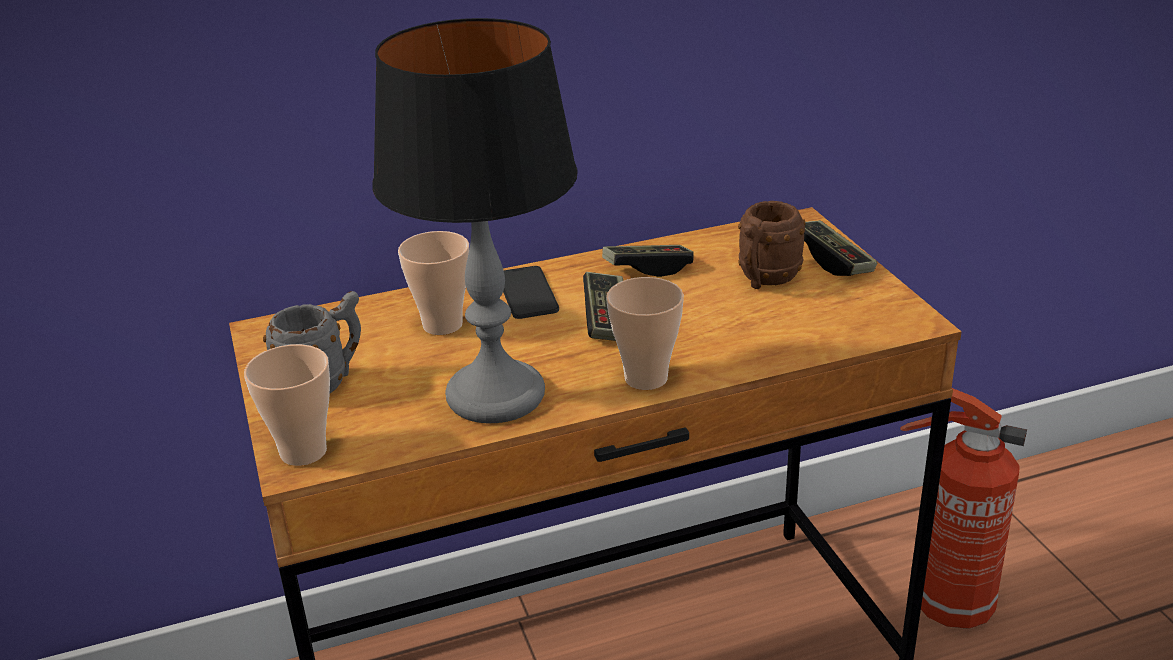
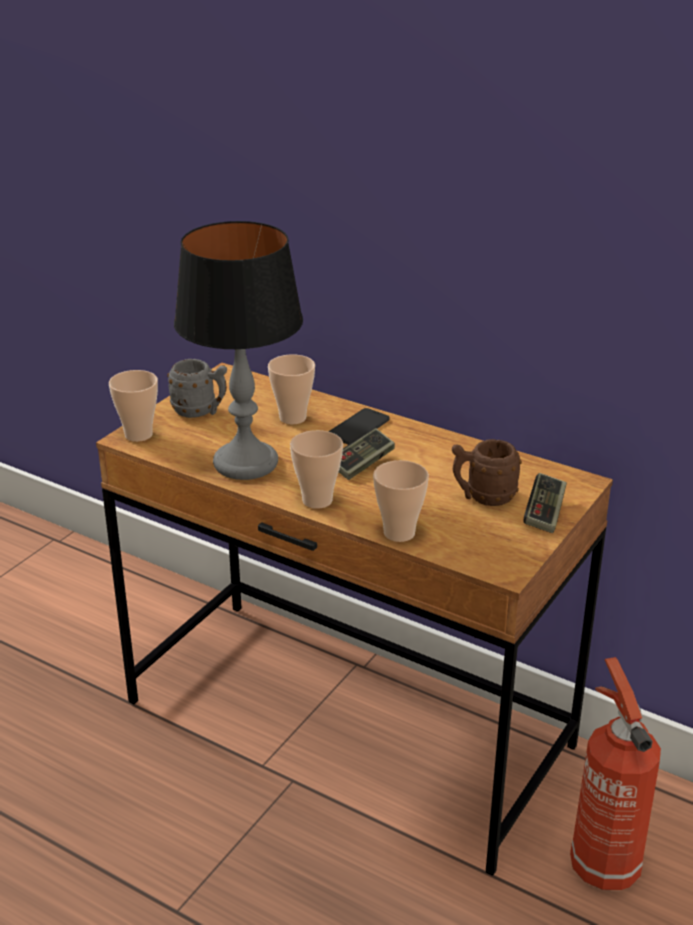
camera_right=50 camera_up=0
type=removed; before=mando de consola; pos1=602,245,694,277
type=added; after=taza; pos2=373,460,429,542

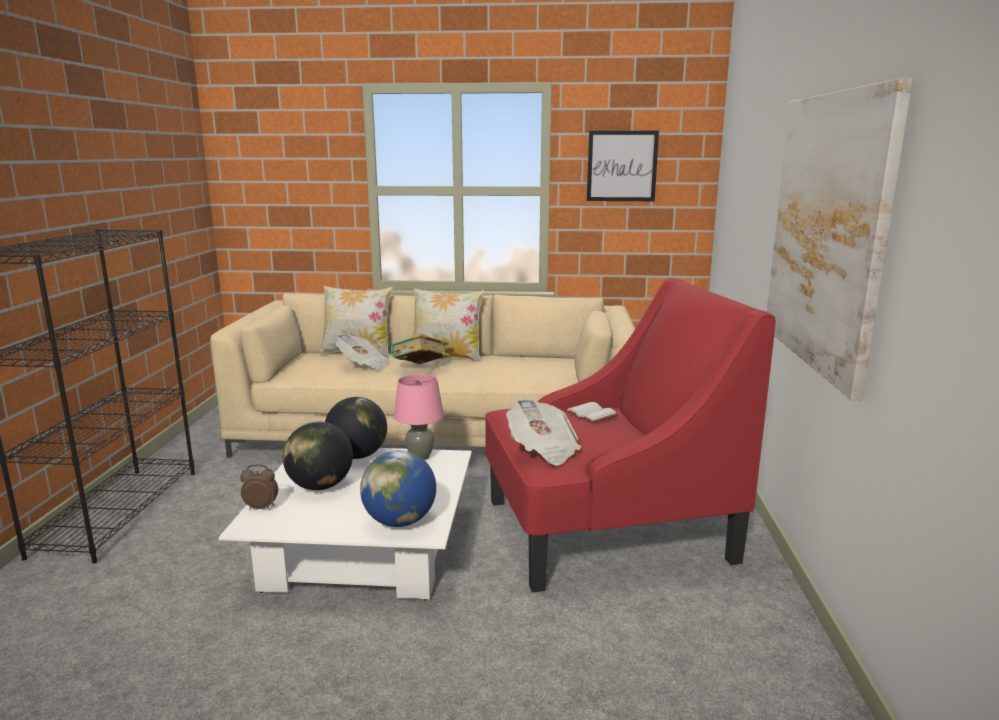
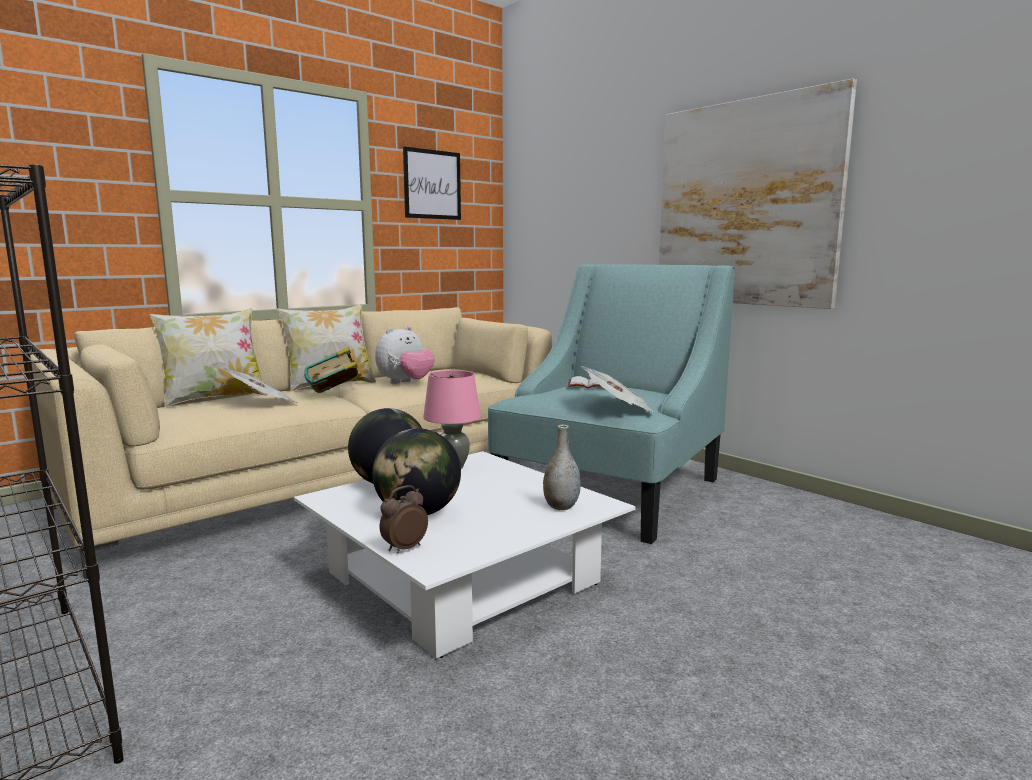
camera_right=-45 camera_up=-5
type=replaced; before=globo terráqueo; after=florero/gris; pos1=360,450,436,527; pos2=543,425,581,510
type=recoloured; before=sillón/rojo; after=sillón/turquesa; pos1=485,278,775,593; pos2=488,264,735,544
type=added; after=peluche; pos2=375,326,435,384

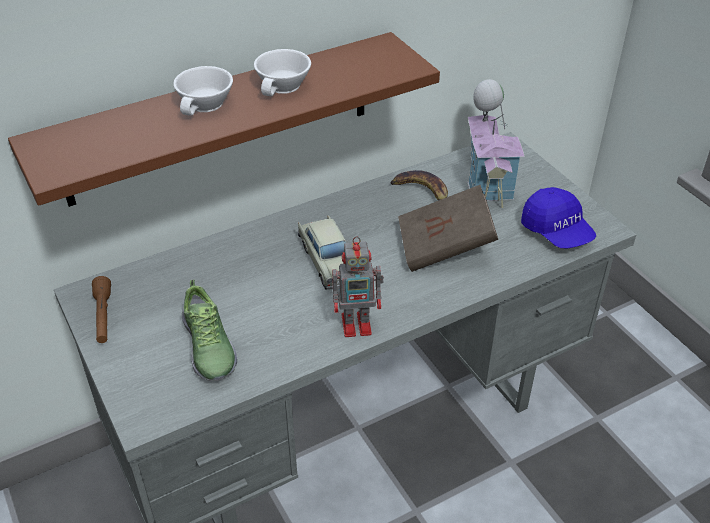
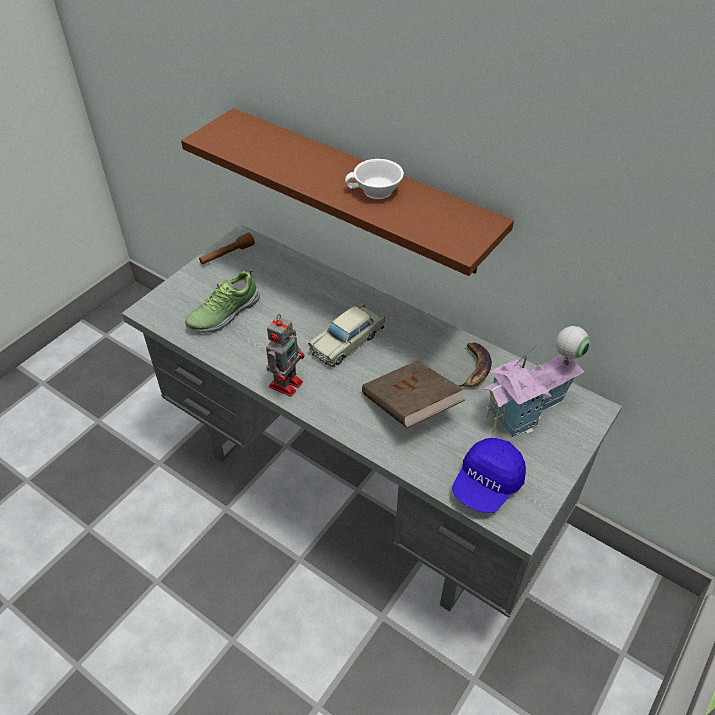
camera_right=65 camera_up=5
type=removed; before=taza/blanco; pos1=173,66,233,116
type=turned; before=robot de juguete; pos1=332,236,384,337; pos2=266,314,305,397; turn=-120

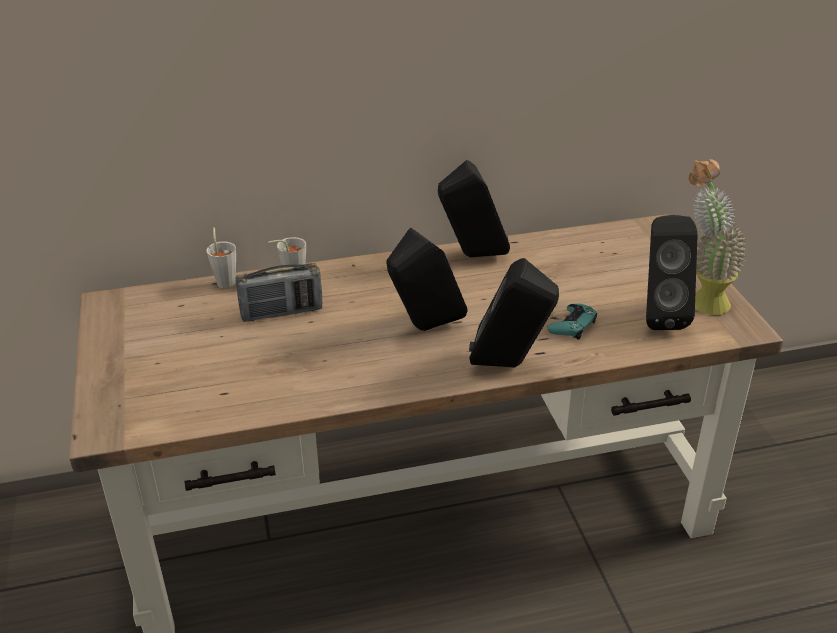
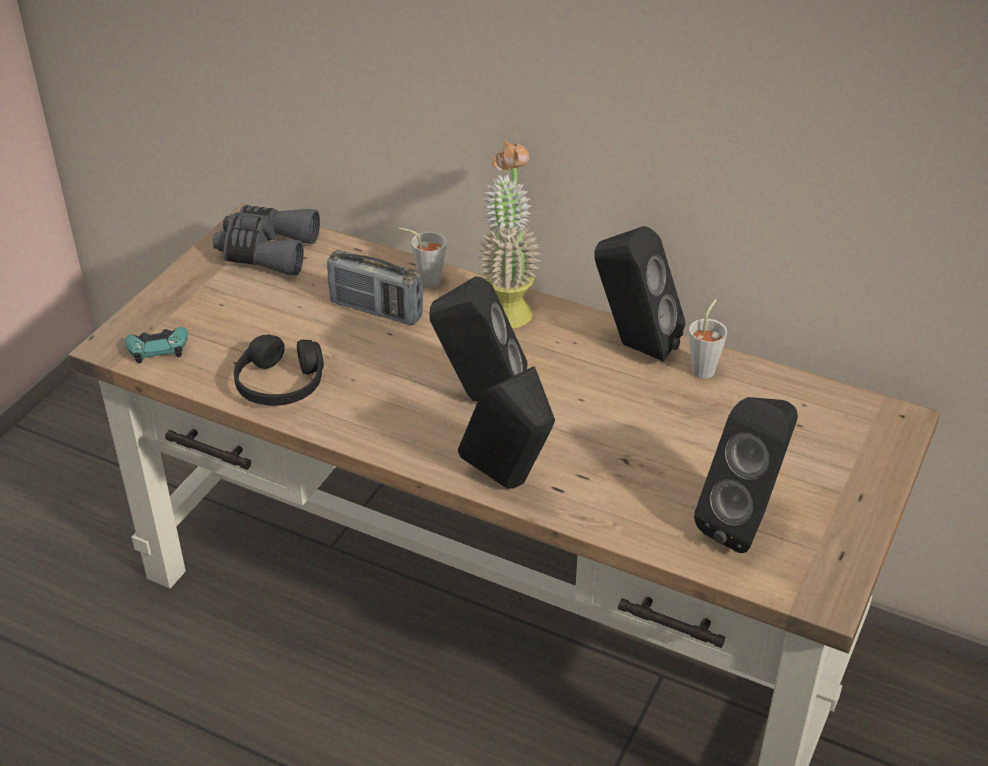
camera_right=40 camera_up=5
type=moved; before=taza/gris; pos1=206,227,236,289; pos2=689,299,727,379
type=moved; before=mando de consola/turquesa; pos1=547,303,597,340; pos2=125,327,188,364
type=moved; before=planta en maceta; pos1=689,159,747,315; pos2=477,140,541,328
type=added; after=prismáticos/gris; pos2=213,205,320,276
type=added; after=auriculares/negro; pos2=234,334,324,406

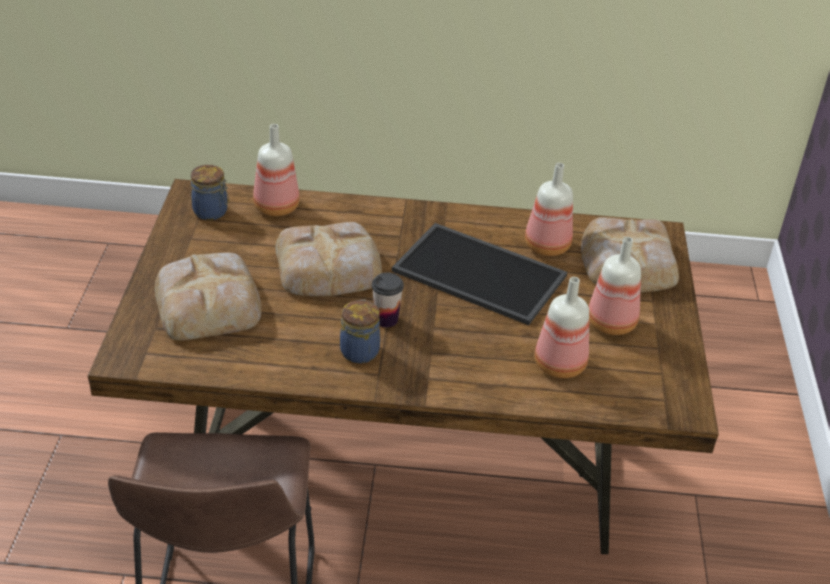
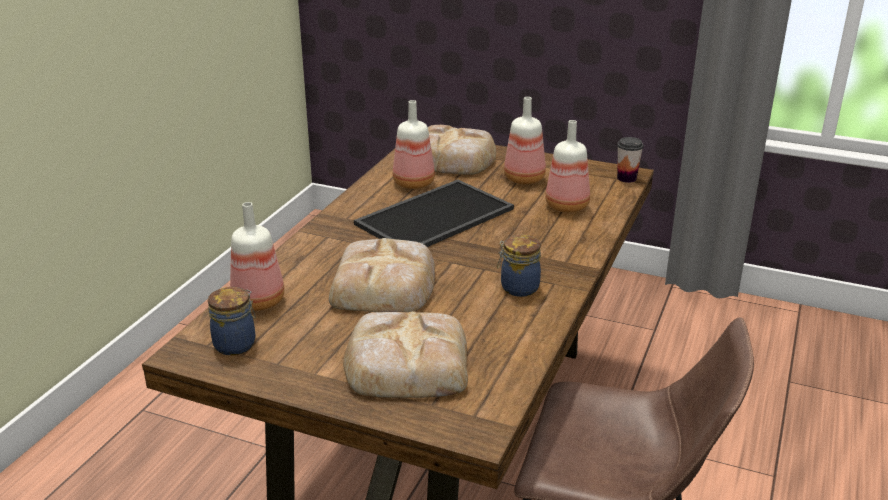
camera_right=-70 camera_up=-10
type=moved; before=taza; pos1=372,273,404,327; pos2=617,137,644,183

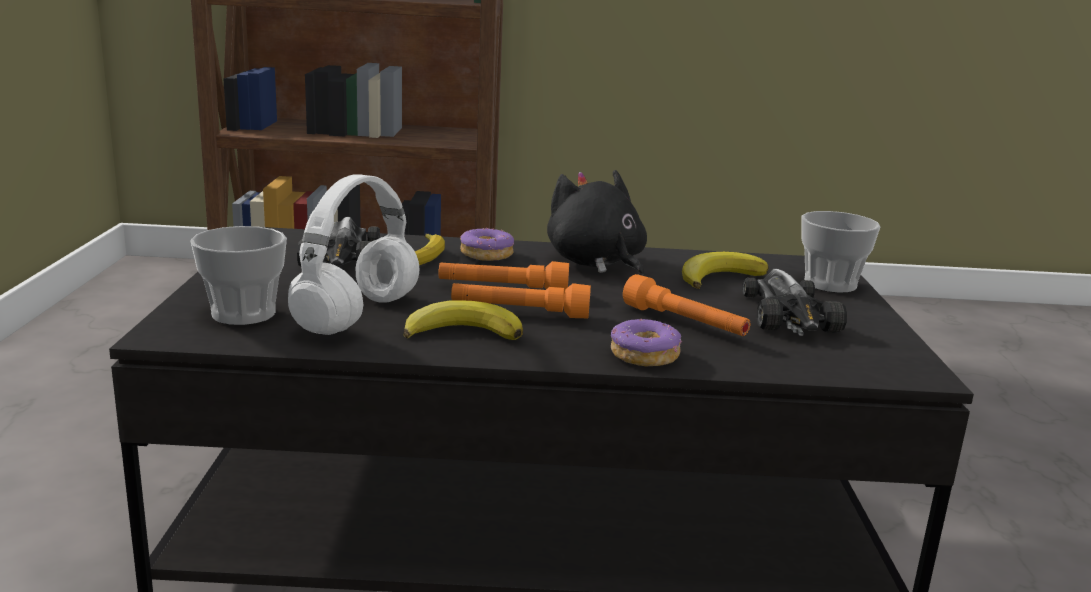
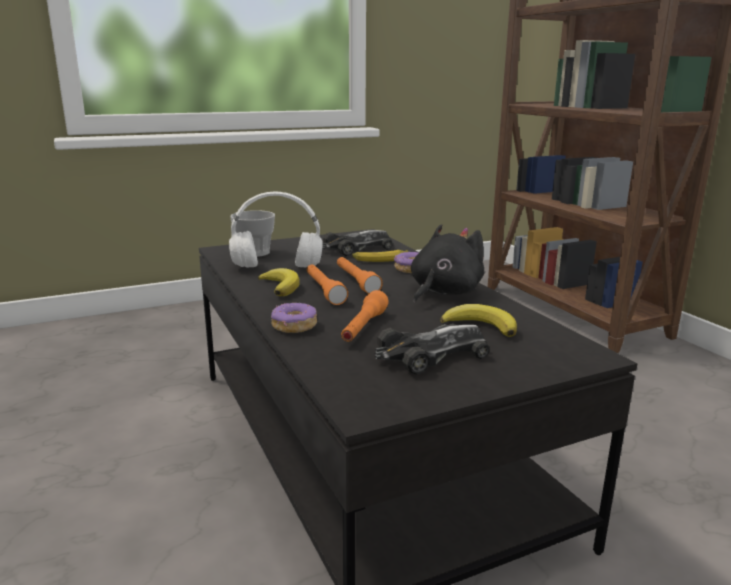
camera_right=65 camera_up=0
type=removed; before=taza; pos1=802,211,880,293

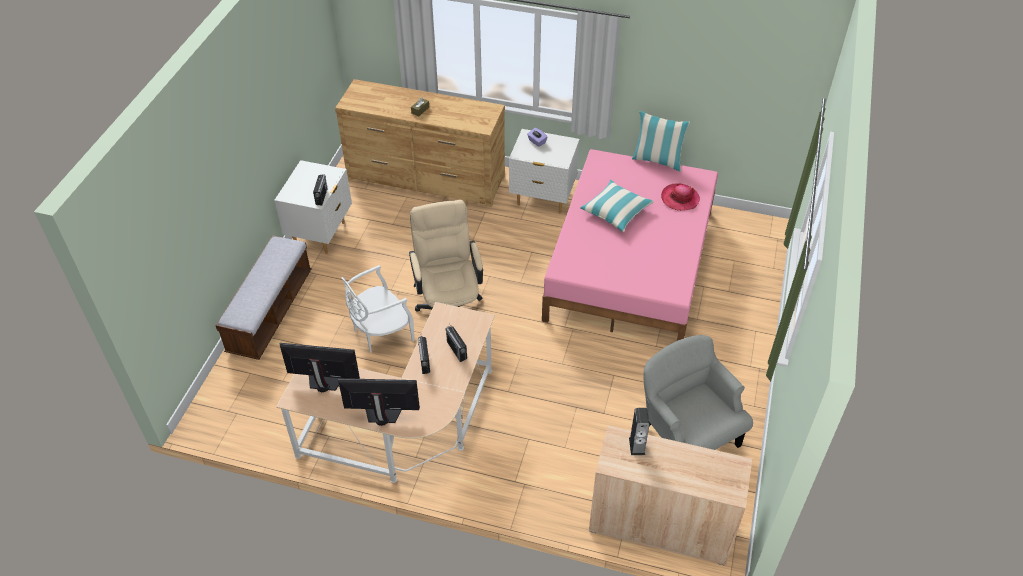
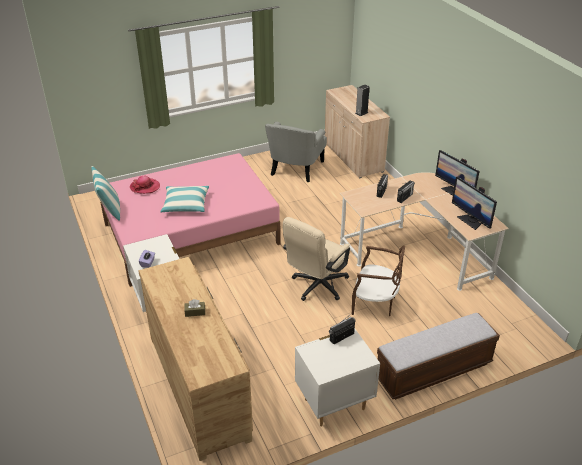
camera_right=-130 camera_up=-10
type=recoloured; before=silla/blanco; after=silla/marrón; pos1=342,265,414,353; pos2=352,246,405,316

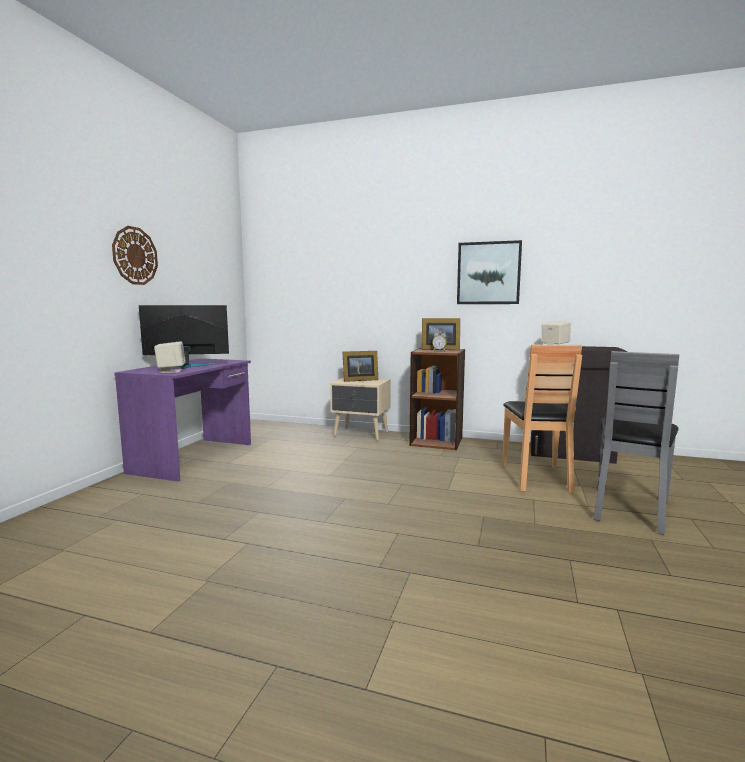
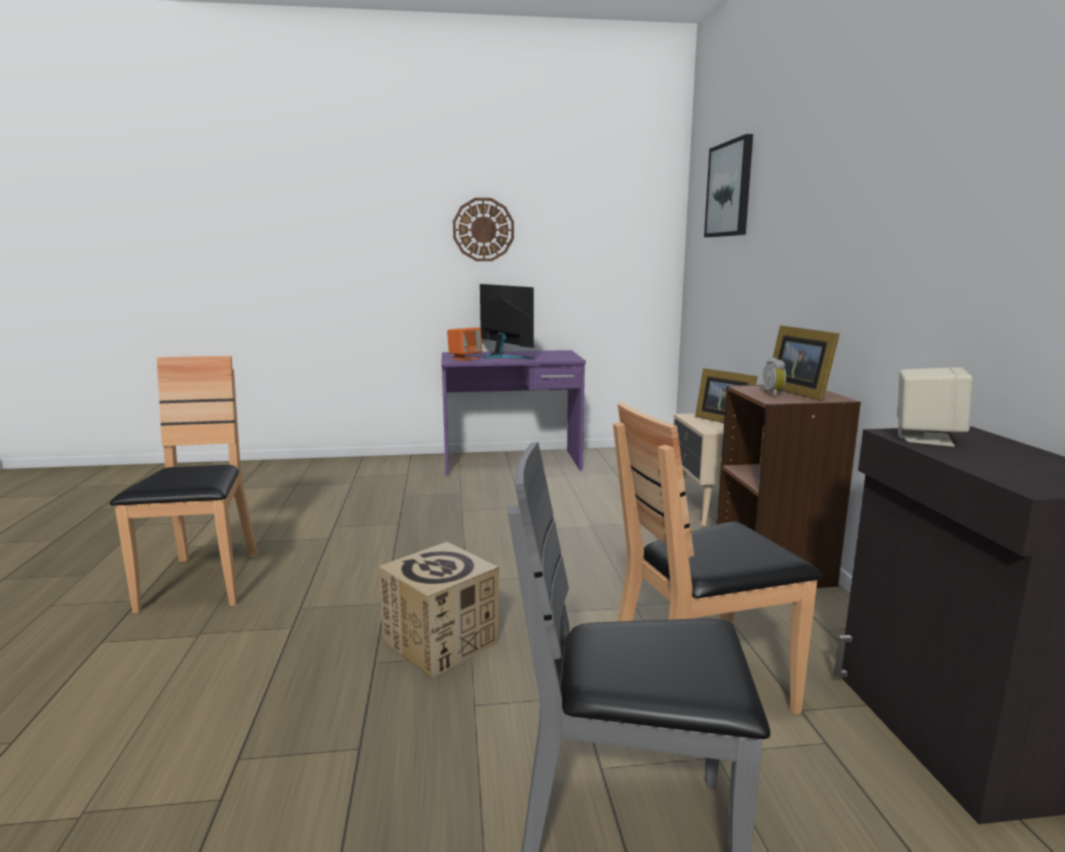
camera_right=65 camera_up=5
type=recoloured; before=altavoz/beis; after=altavoz/naranja; pos1=154,341,186,373; pos2=447,327,482,361
type=moved; before=cuadro; pos1=457,240,522,304; pos2=704,134,753,237
type=added; after=silla/marrón; pos2=110,356,258,614
type=added; after=caja de cartón; pos2=379,542,499,678

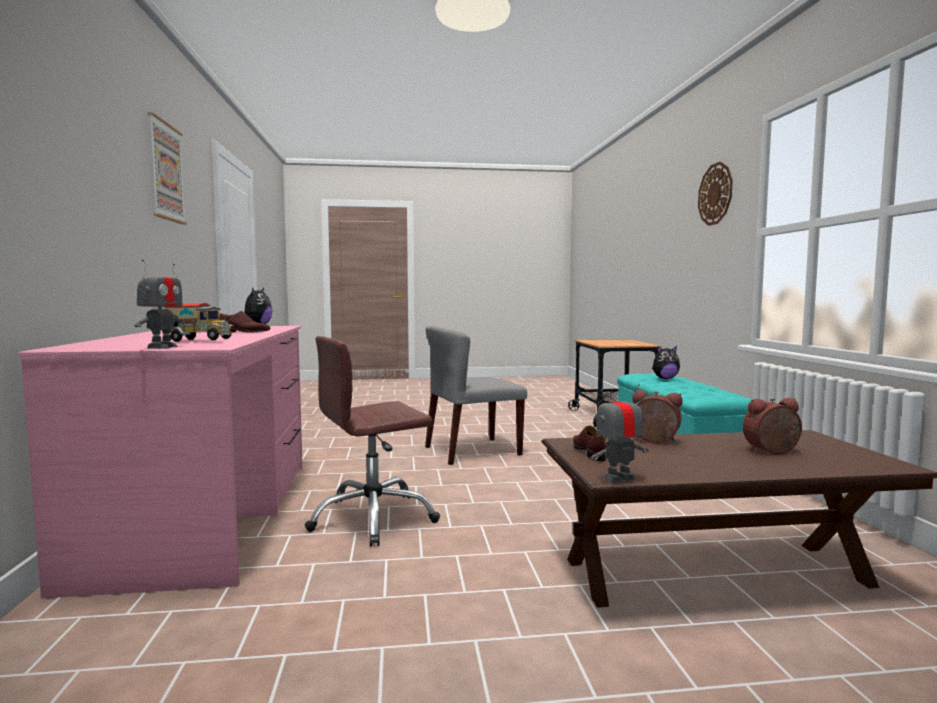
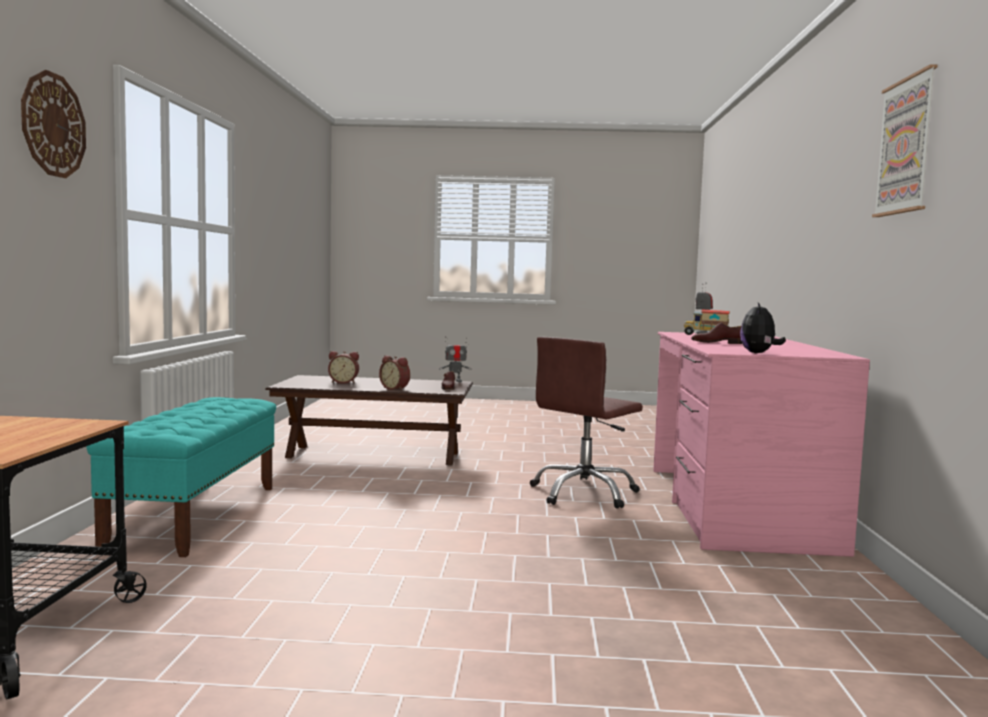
camera_right=-170 camera_up=0
type=turned; before=silla de oficina/marrón; pos1=305,336,440,546; pos2=530,337,643,509; turn=150
type=removed; before=silla/gris; pos1=425,326,527,465
type=removed; before=peluche; pos1=652,346,680,379

